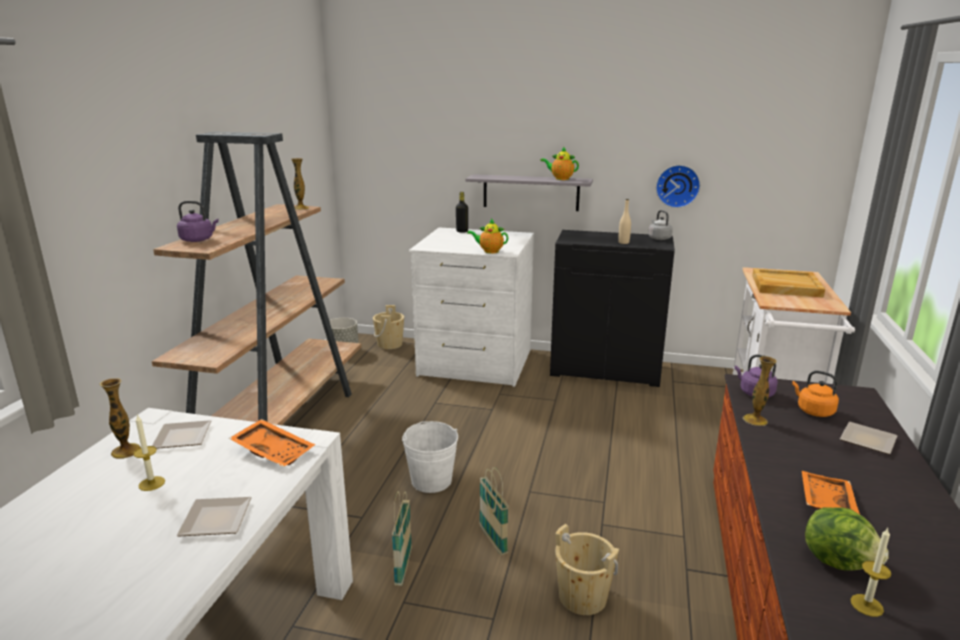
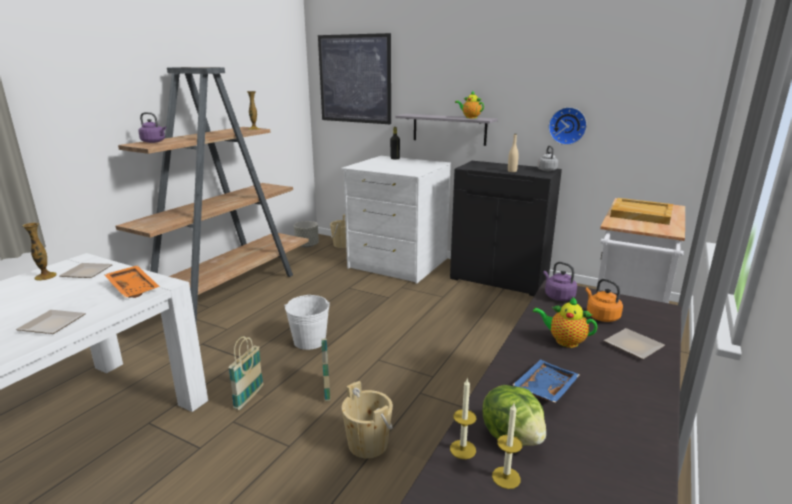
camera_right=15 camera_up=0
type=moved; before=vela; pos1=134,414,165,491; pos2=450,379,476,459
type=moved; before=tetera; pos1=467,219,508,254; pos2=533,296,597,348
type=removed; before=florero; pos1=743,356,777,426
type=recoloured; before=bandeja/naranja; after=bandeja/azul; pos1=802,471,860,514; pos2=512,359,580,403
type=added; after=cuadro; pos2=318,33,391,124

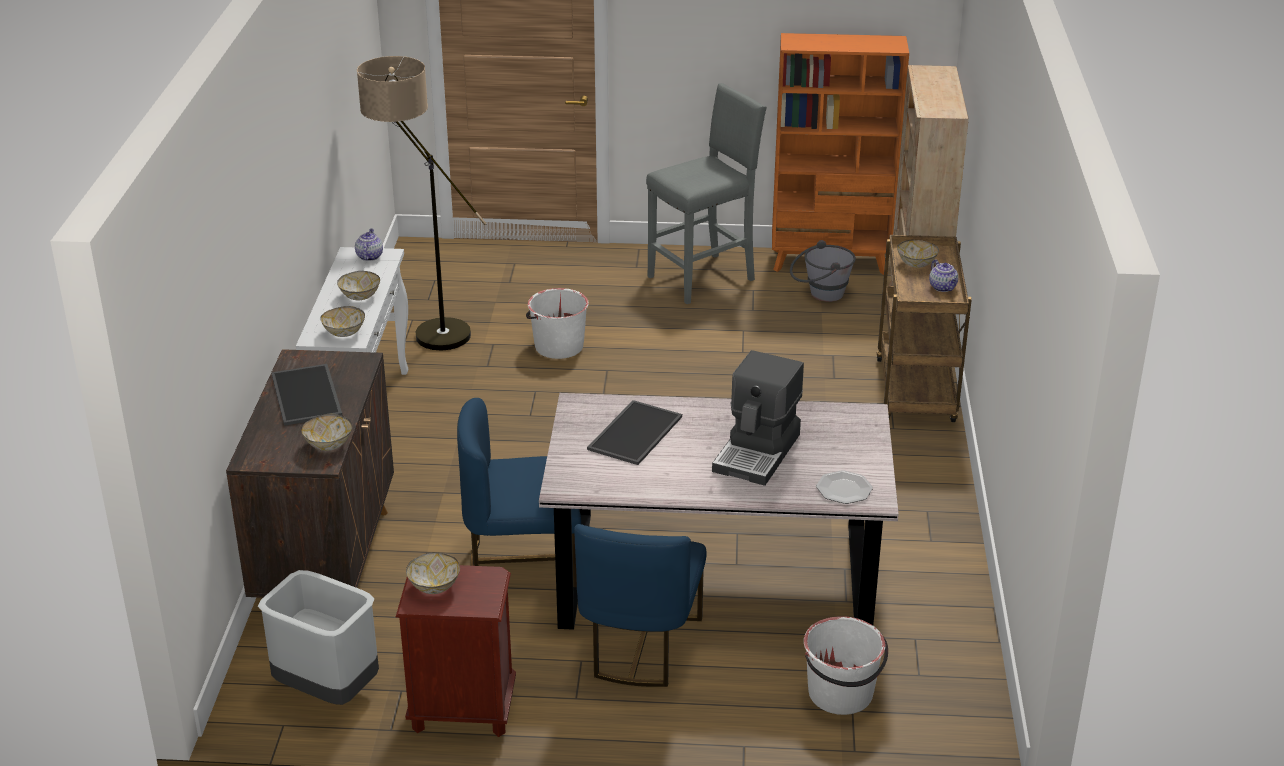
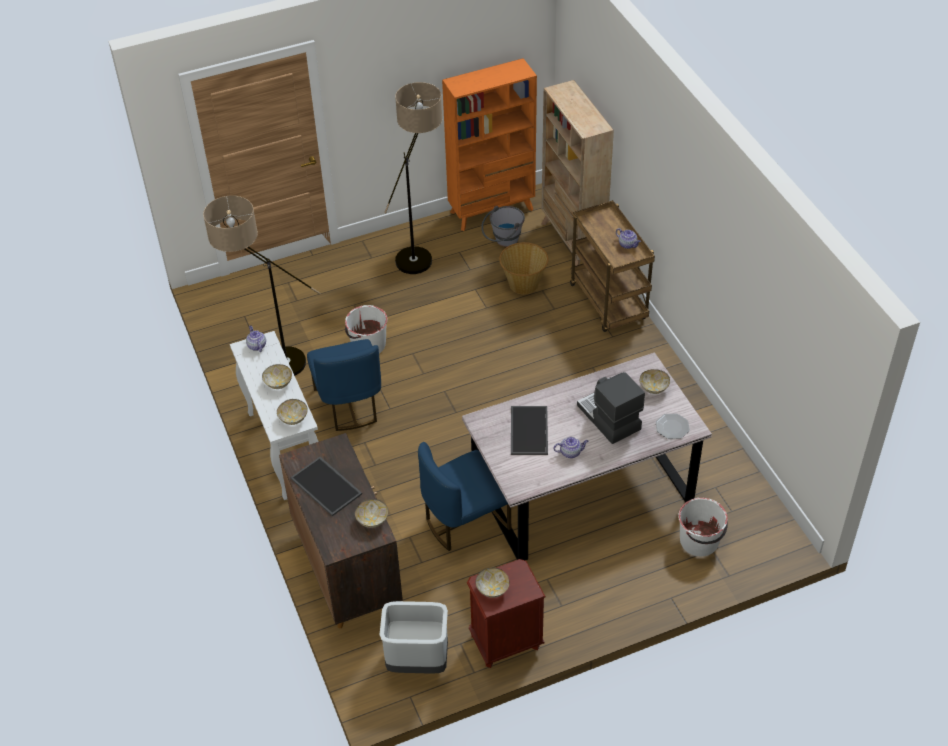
camera_right=-25 camera_up=15
type=moved; before=silla/azul; pos1=574,524,707,687; pos2=307,339,381,431
type=replaced; before=taburete/gris; after=lámpara de pie; pos1=646,83,767,304; pos2=384,82,442,274
type=turned; before=cafetera; pos1=712,350,804,486; pos2=577,372,645,444; turn=150
type=moved; before=cuenco; pos1=897,240,939,268; pos2=639,369,670,394
type=added; after=cesta; pos2=499,242,548,295
type=added; after=tetera; pos2=553,437,588,458

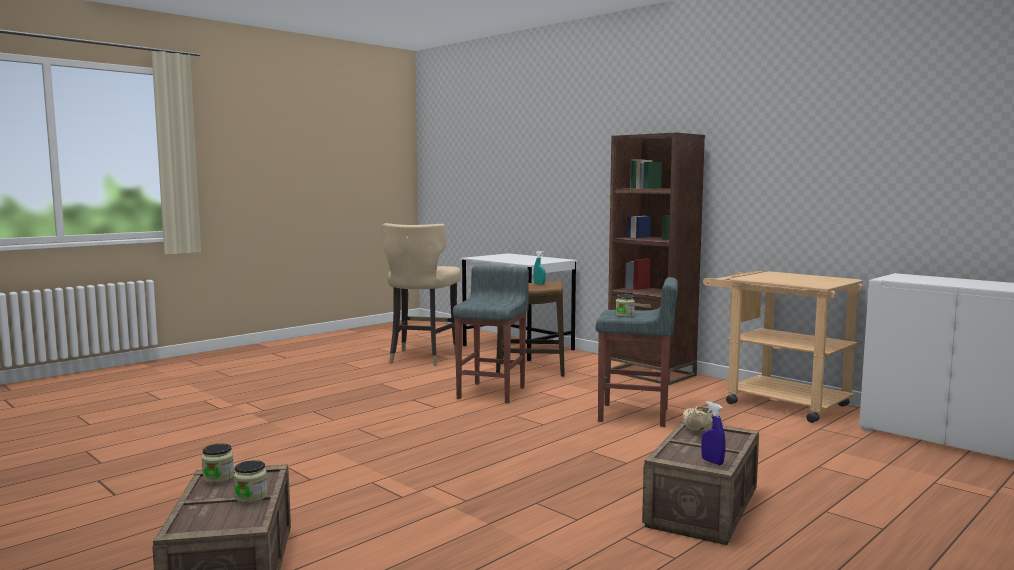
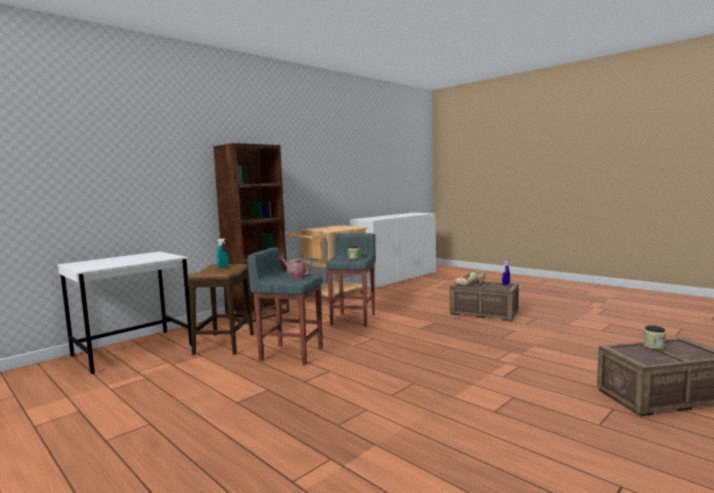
camera_right=-90 camera_up=0
type=removed; before=tarro; pos1=202,444,234,483
type=removed; before=silla/beis; pos1=382,223,461,366
type=added; after=regadera; pos2=278,251,312,278

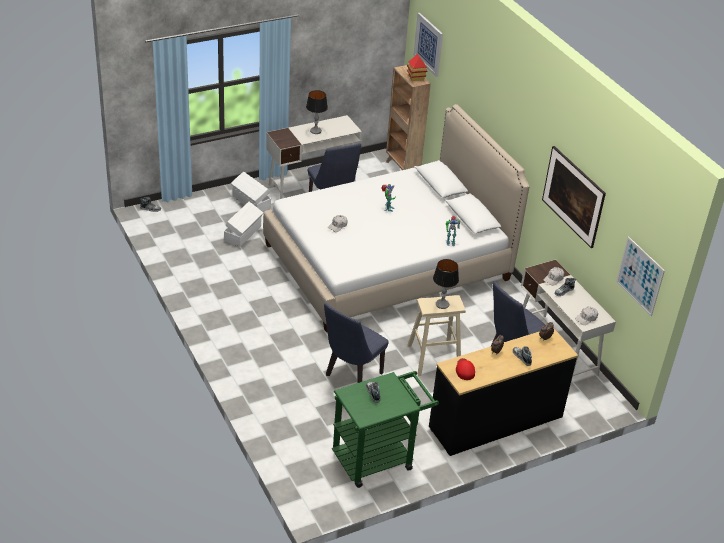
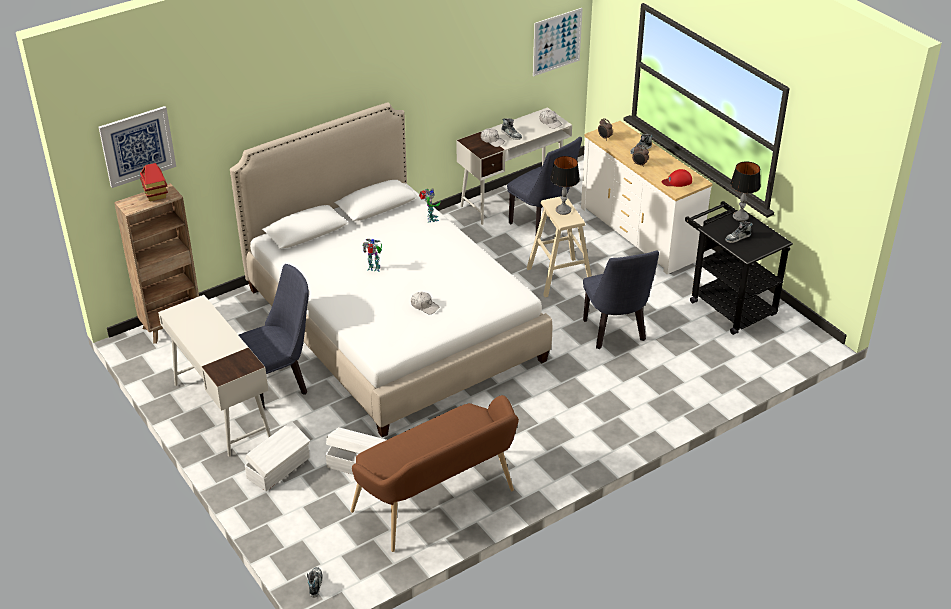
camera_right=-95 camera_up=0
type=moved; before=lámpara de mesa; pos1=306,90,328,134; pos2=730,161,761,221
type=turned; before=silla/azul; pos1=324,303,389,383; pos2=583,250,659,349; turn=45
type=recoloured; before=carrito/verde; after=carrito/negro; pos1=332,371,439,488; pos2=685,201,793,335
type=recoloured; before=cómoda/negro; after=cómoda/blanco; pos1=429,328,578,456; pos2=581,121,712,275
type=removed; before=cuadro; pos1=542,146,606,248
type=added; after=banco/marrón; pos2=351,395,519,552

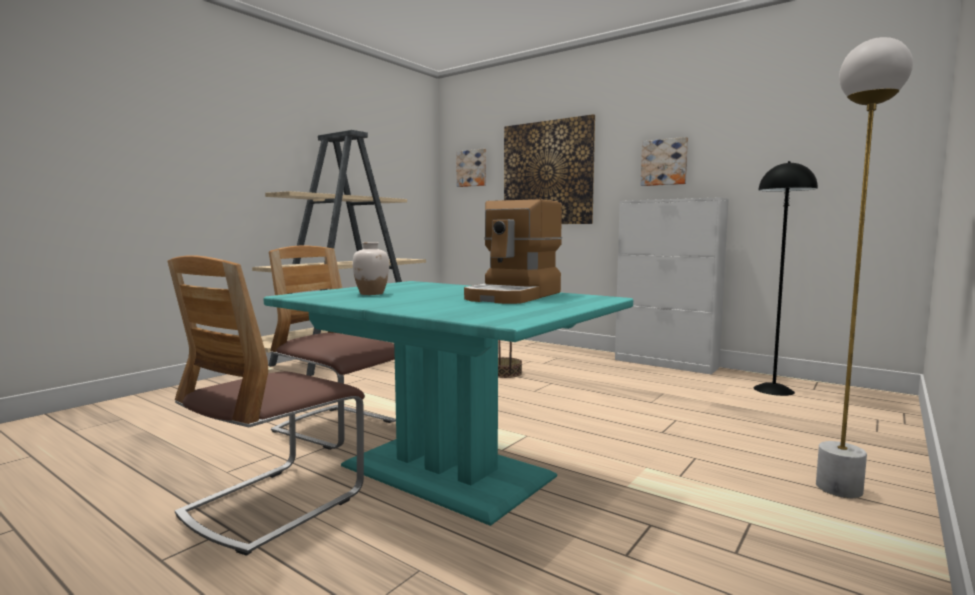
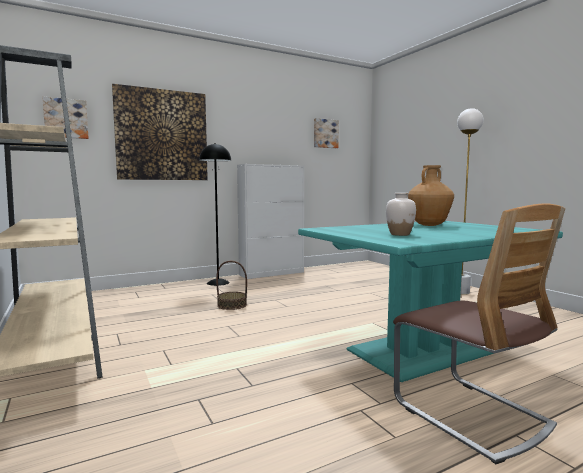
camera_right=-65 camera_up=0
type=removed; before=silla; pos1=269,246,396,450
type=replaced; before=cafetera; after=florero/marrón; pos1=464,199,562,304; pos2=408,165,454,226
type=moved; before=cuadro; pos1=641,137,688,186; pos2=314,118,339,148
type=moved; before=lámpara de pie/negro; pos1=753,161,818,396; pos2=199,143,231,286

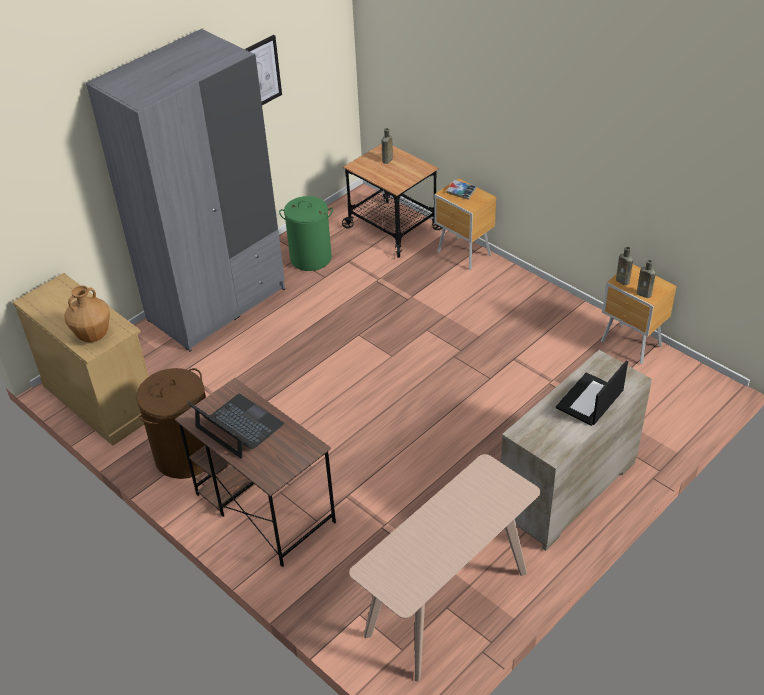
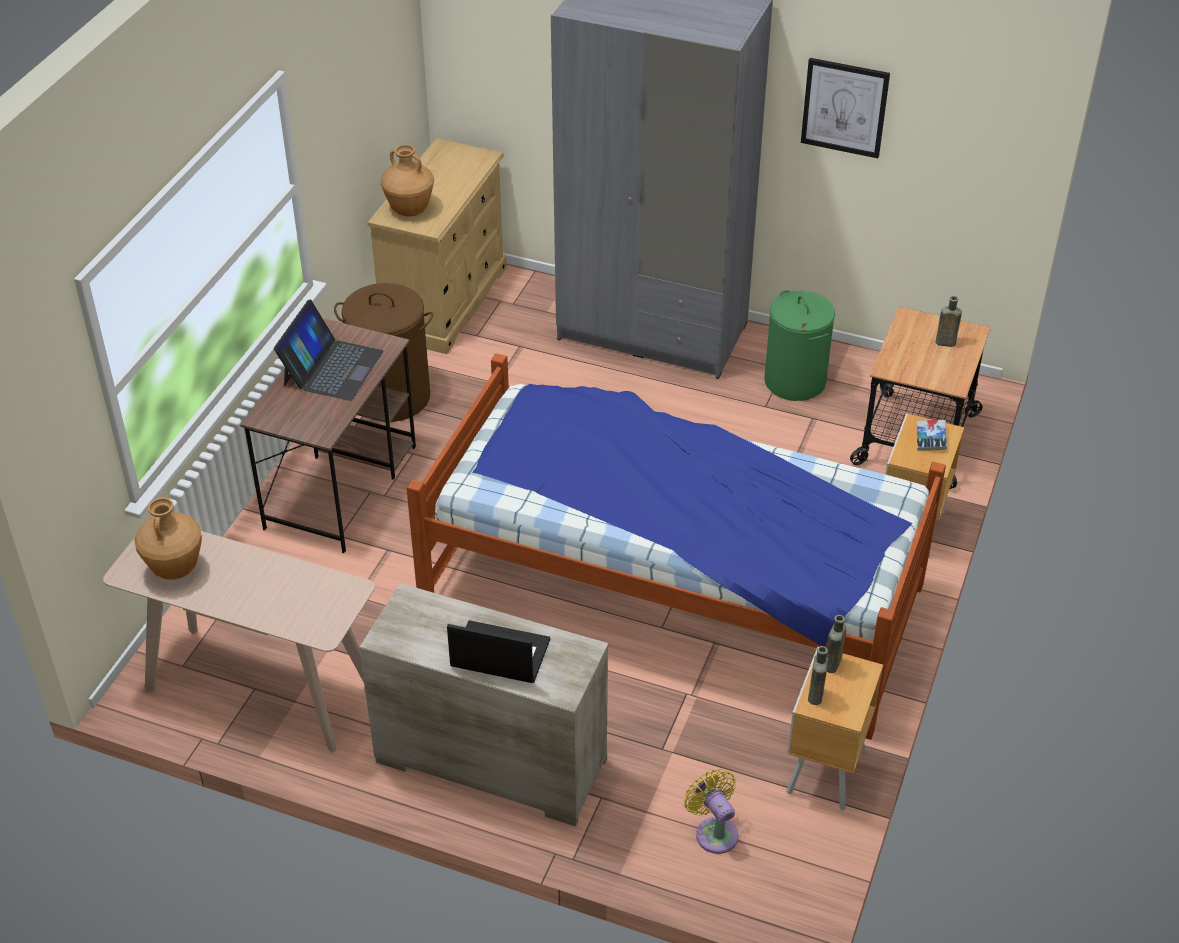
camera_right=65 camera_up=0
type=added; after=florero/marrón; pos2=134,497,202,580
type=added; after=cama; pos2=406,353,946,740
type=added; after=ventilador/amarillo; pos2=684,769,739,854

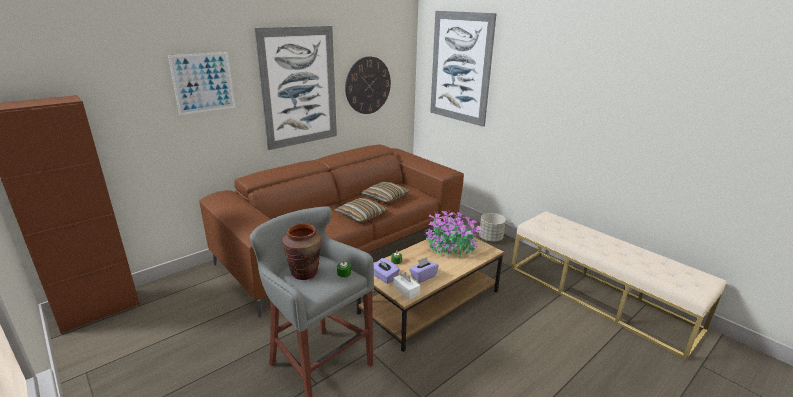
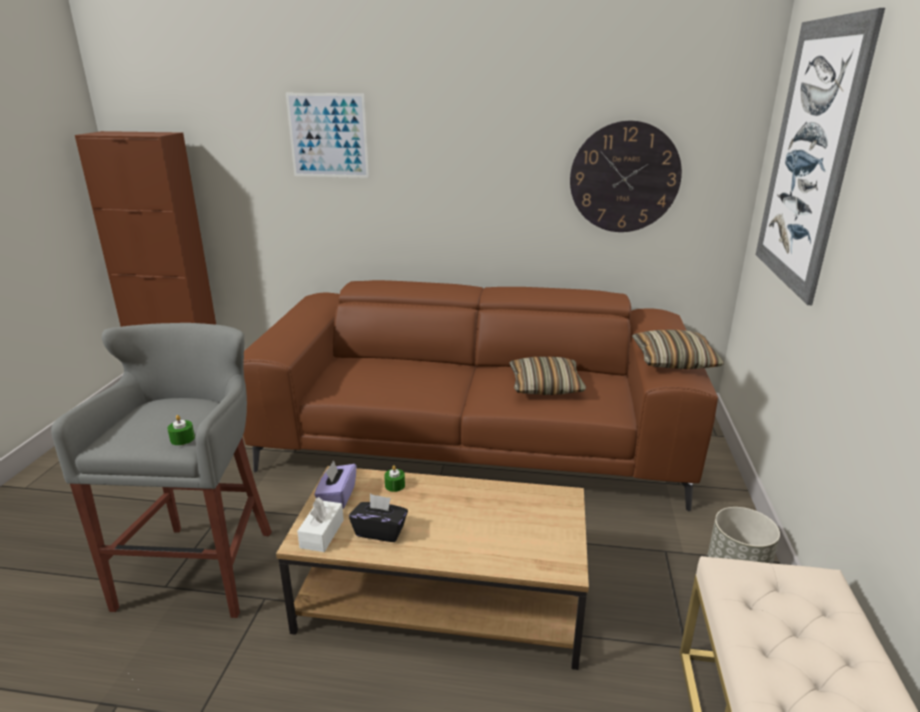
camera_right=50 camera_up=0
type=removed; before=cuadro; pos1=254,26,337,150
type=removed; before=florero/marrón; pos1=282,223,321,280
type=moved; before=cojín; pos1=335,198,388,223; pos2=632,330,724,369
type=recoloured; before=caja de pañuelos/morado; after=caja de pañuelos/negro; pos1=409,257,439,283; pos2=349,494,408,542
type=removed; before=planta en maceta; pos1=424,208,483,258

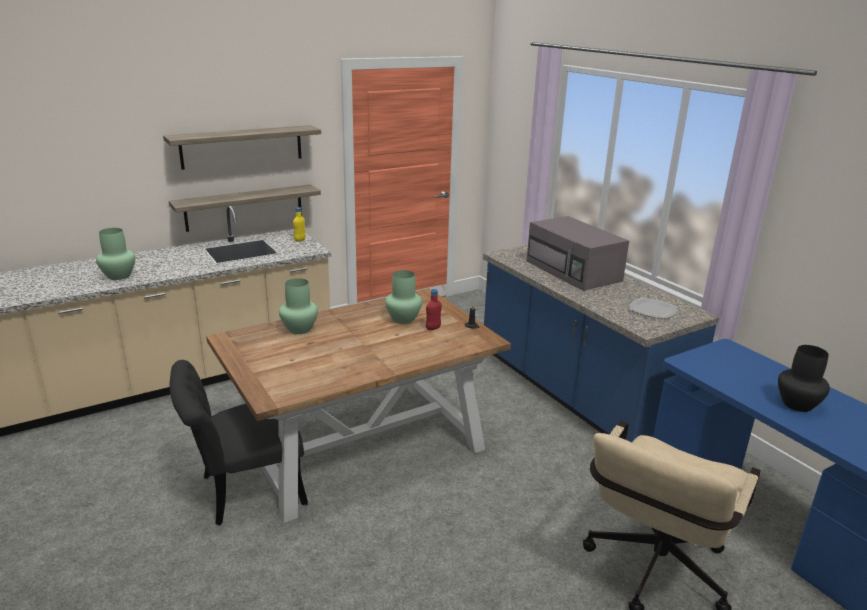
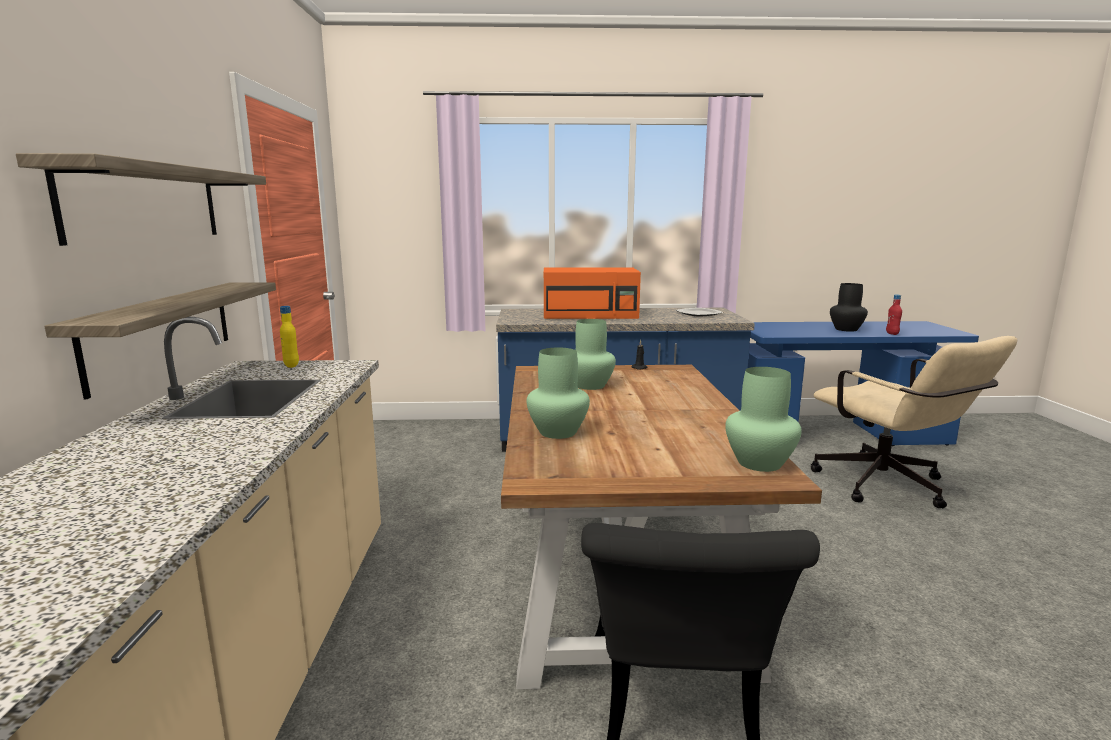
camera_right=-60 camera_up=-10
type=moved; before=florero/verde; pos1=96,228,135,280; pos2=725,367,802,472
type=moved; before=botella/rojo; pos1=426,289,442,330; pos2=886,294,902,335
type=recoloured; before=microondas/gris; after=microondas/naranja; pos1=527,216,629,291; pos2=544,267,641,319

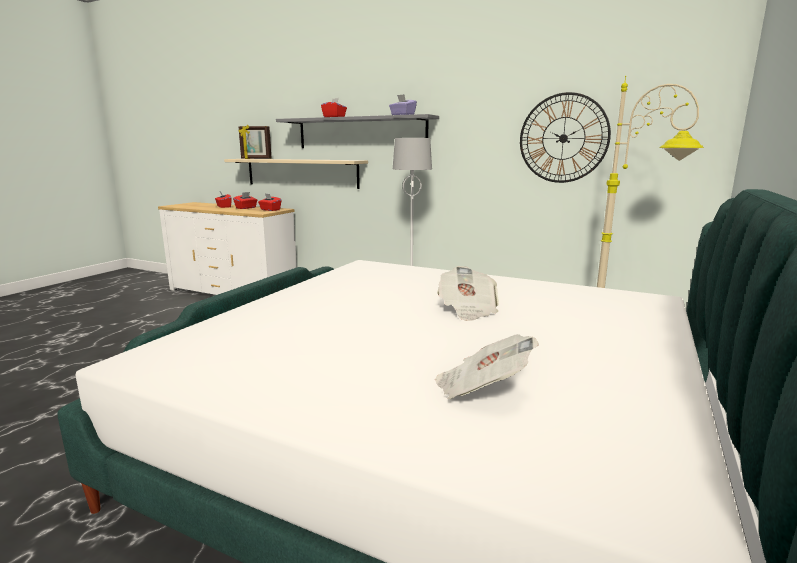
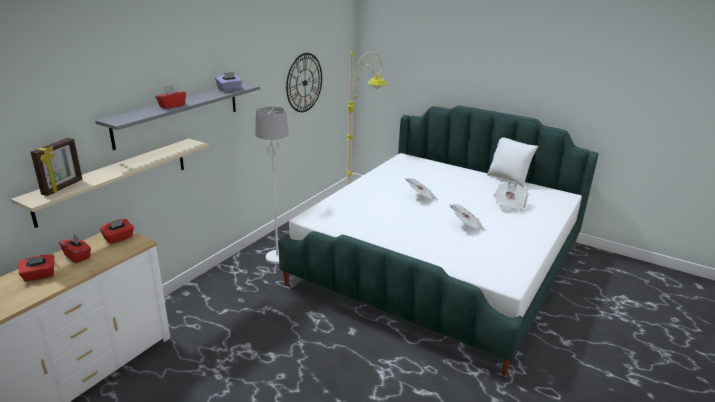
camera_right=-85 camera_up=10
type=added; after=periódico; pos2=449,204,486,231
type=added; after=cojín/blanco; pos2=487,138,539,187

